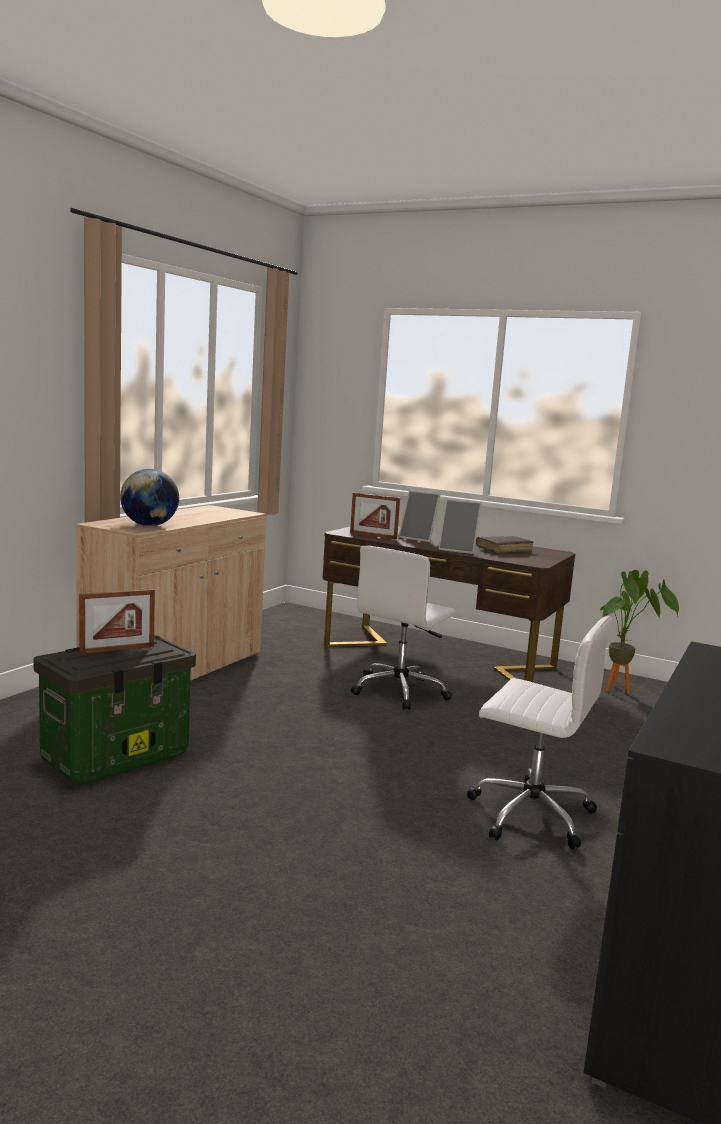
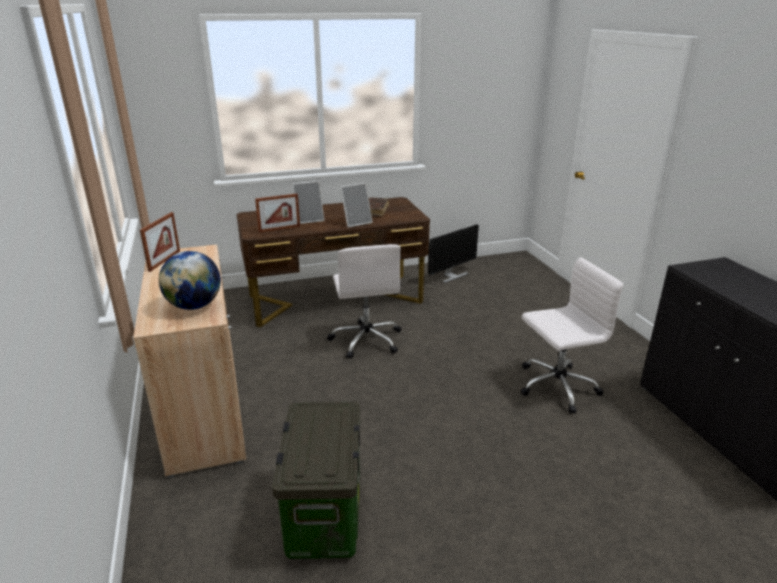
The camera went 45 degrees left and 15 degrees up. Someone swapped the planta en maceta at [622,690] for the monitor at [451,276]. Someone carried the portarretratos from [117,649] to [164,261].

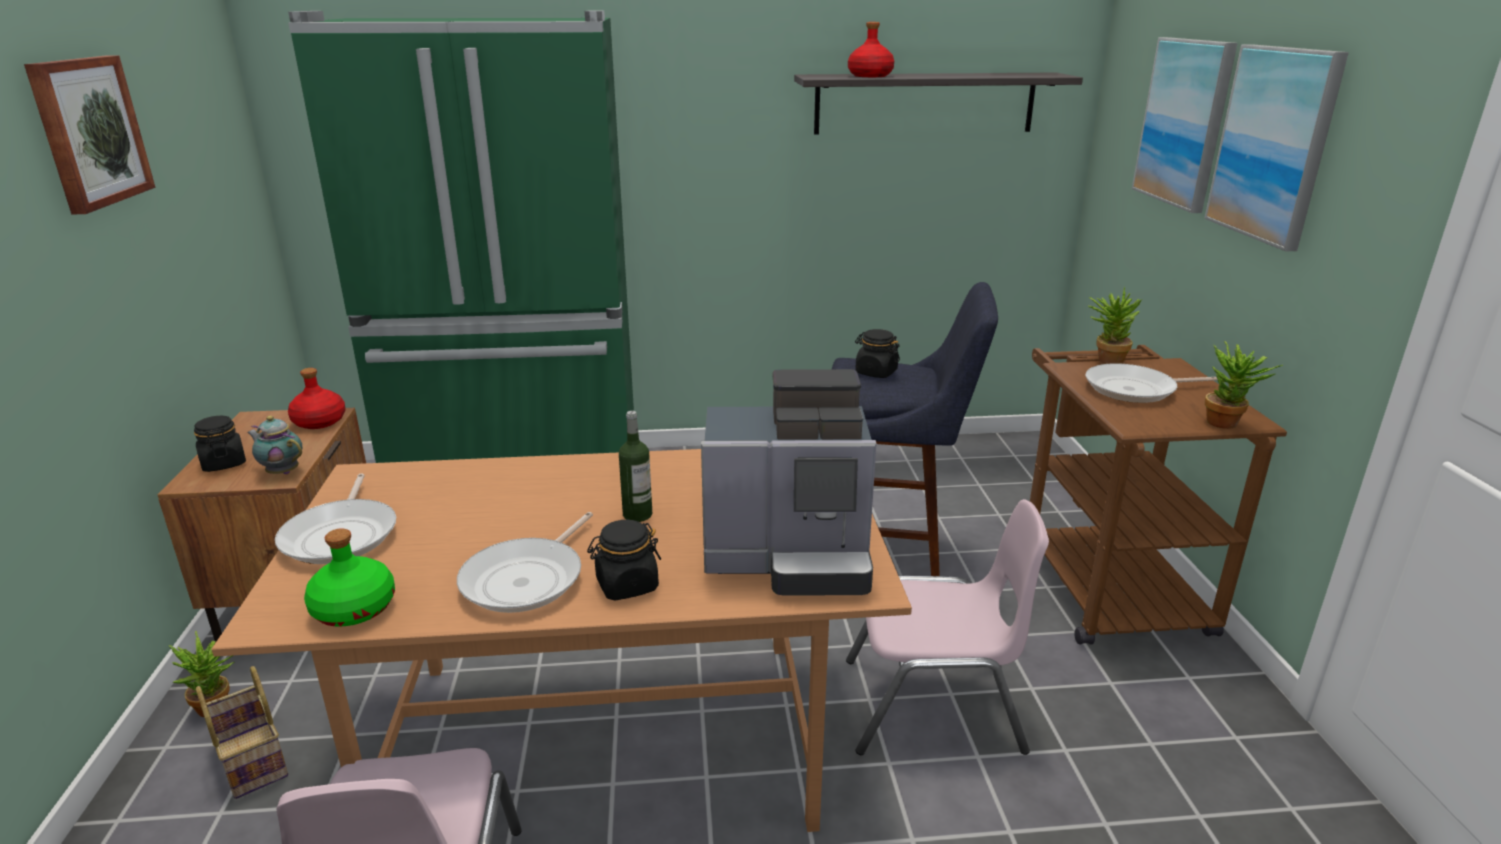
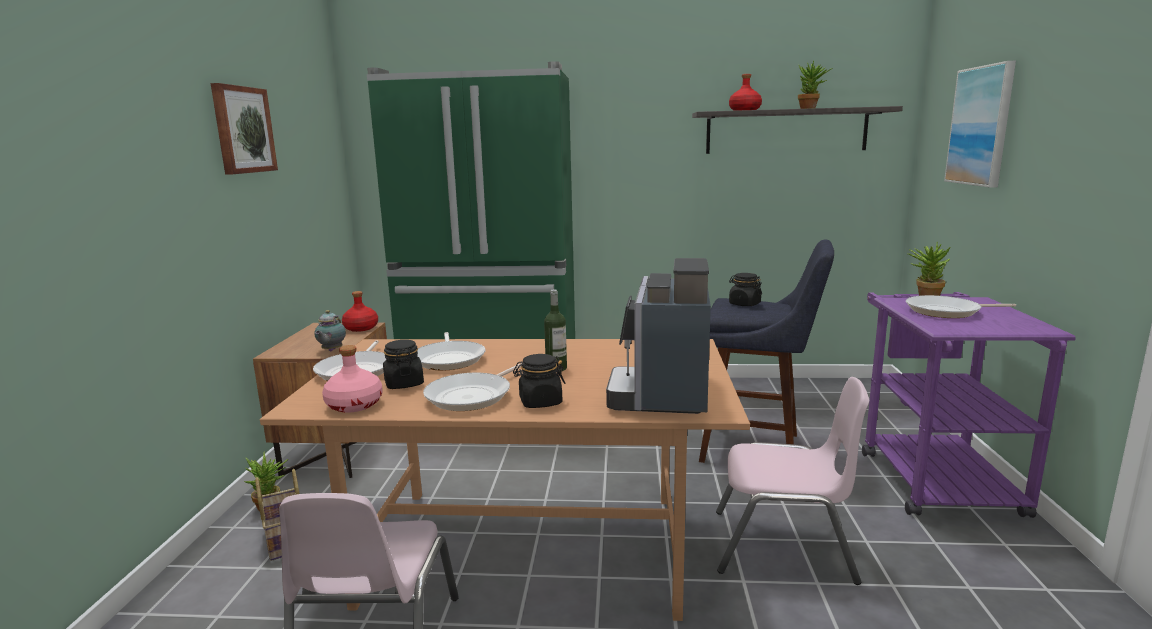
The camera went 10 degrees right and 10 degrees down. Someone took away the cuadro at [1274,144]. Someone carried the planta en maceta from [1228,424] to [811,108]. Someone repainted the carrito/marrón at [1103,582], which became the carrito/morado at [932,475]. Someone rotated the cafetera at [792,559] by 90 degrees clockwise. Someone carried the tarro/negro from [224,463] to [404,383]. Someone rotated the tetera at [282,472] by 120 degrees counterclockwise. Someone repainted the botella/verde at [355,609], which became the botella/rosa at [355,405]. Someone put down the sartén at [449,359].

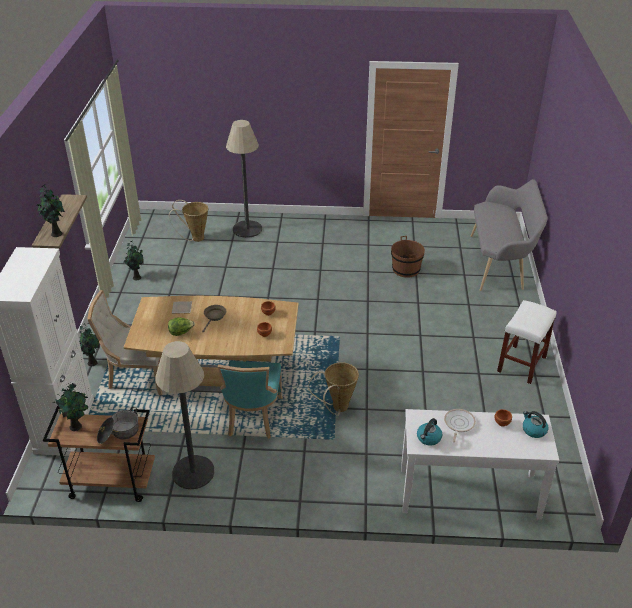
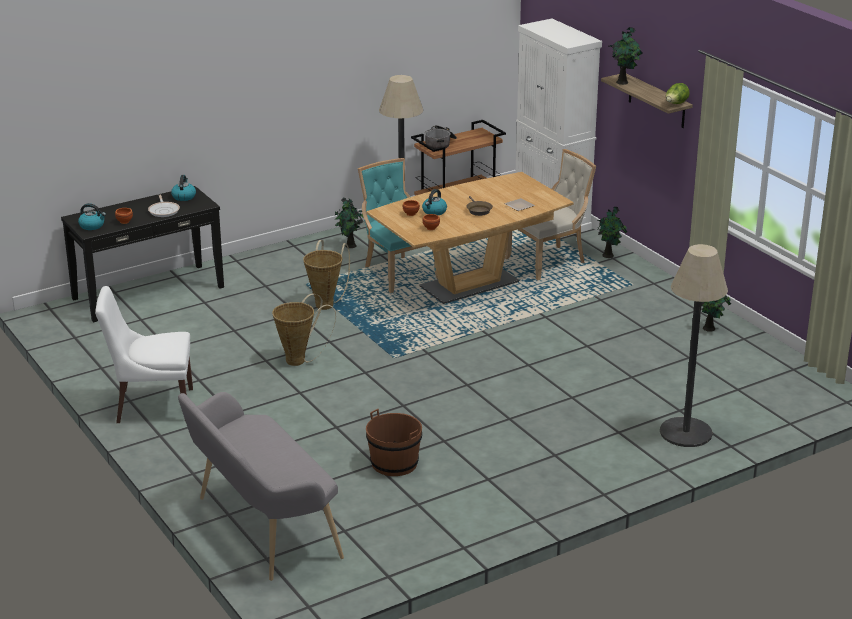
The camera went 145 degrees right and 10 degrees down. Someone carried the cesta from [195,238] to [300,360]. Someone swapped the taburete/blanco at [522,365] for the silla/blanco at [151,405]. Someone carried the lechuga from [181,332] to [676,104]. Someone carried the planta en maceta from [76,426] to [350,246]. Someone repainted the mesa consola/blanco at [469,493], which became the mesa consola/negro at [148,292]. Someone put down the hervidor at [434,212].

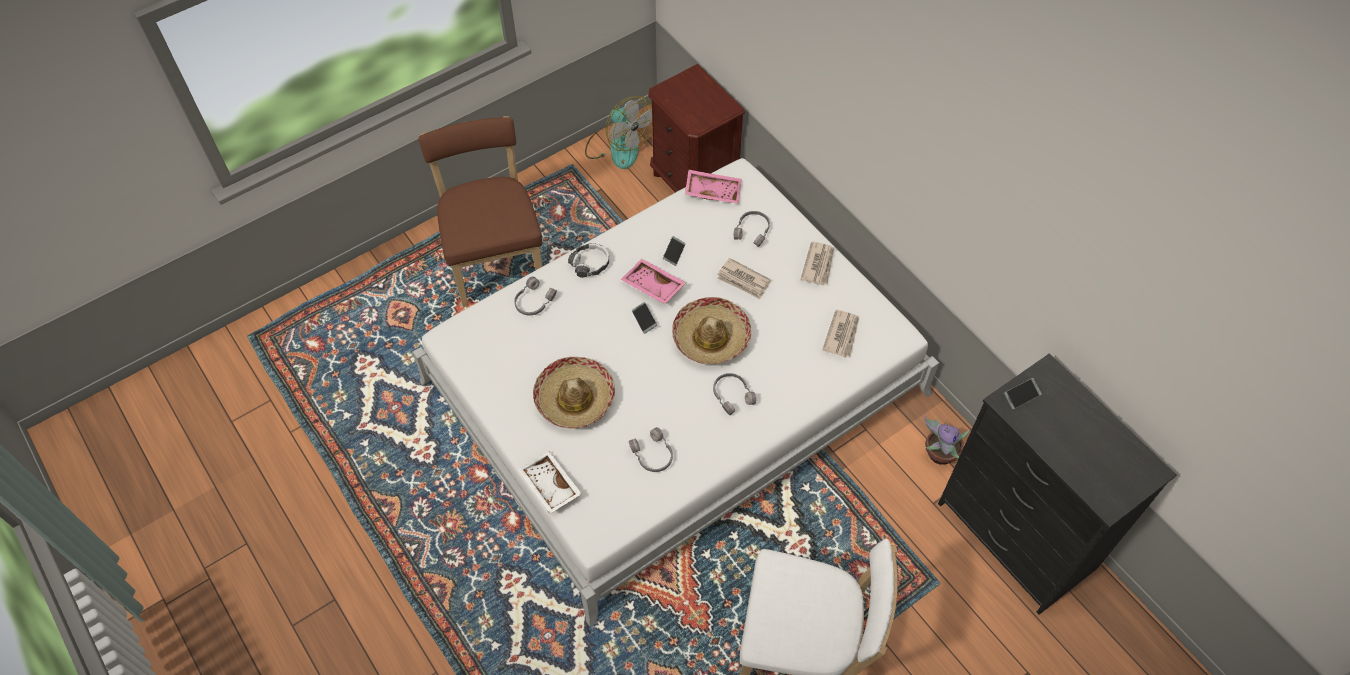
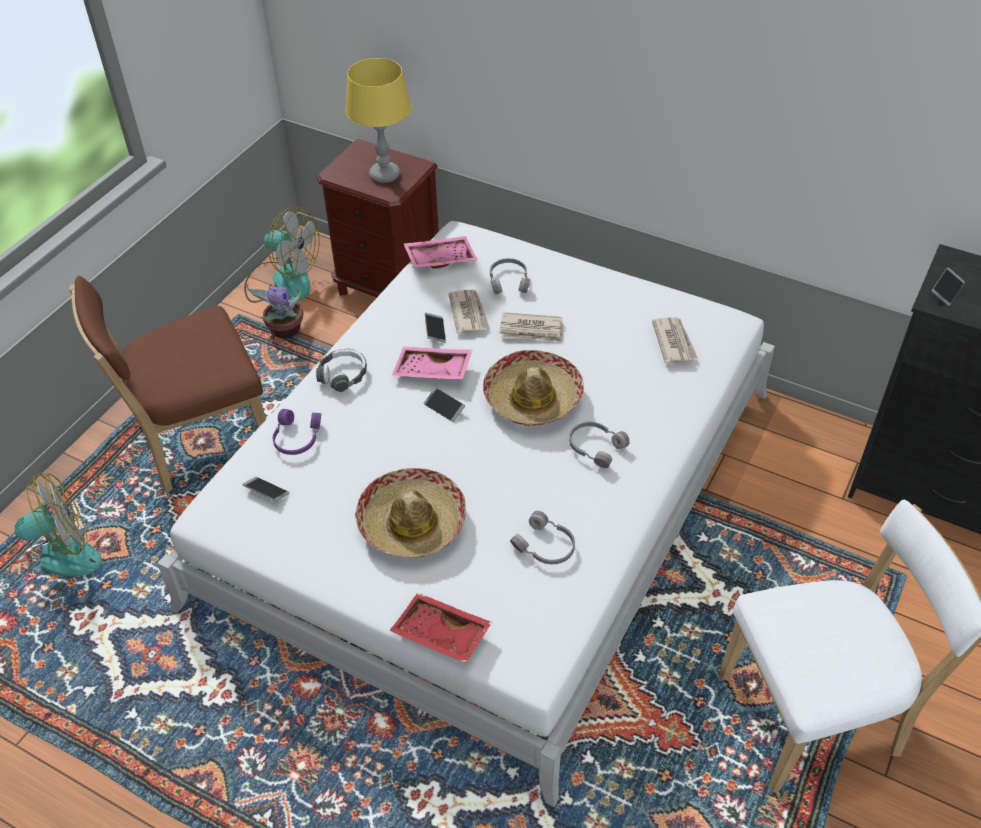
The camera went 25 degrees left and 10 degrees down. Someone rotated the silla/marrón at [495,260] by 75 degrees counterclockwise. Someone carried the periódico from [818,265] to [469,313]. Someone repainted the auriculares/gris at [533,301], which became the auriculares/morado at [296,438]. Someone carried the planta en maceta from [939,454] to [284,331]. Someone repainted the bandeja/blanco at [549,486], which became the bandeja/rojo at [440,635]. Someone put down the lámpara de mesa/amarillo at [384,175]. Someone put down the ventilador at [55,564]. Someone put down the móvil at [266,491].

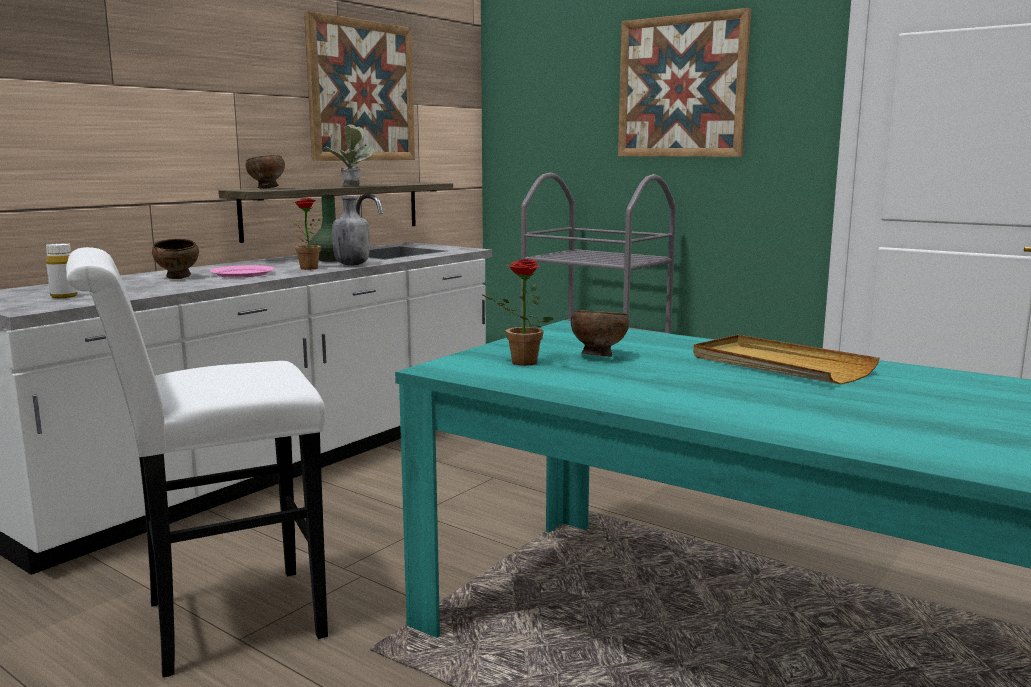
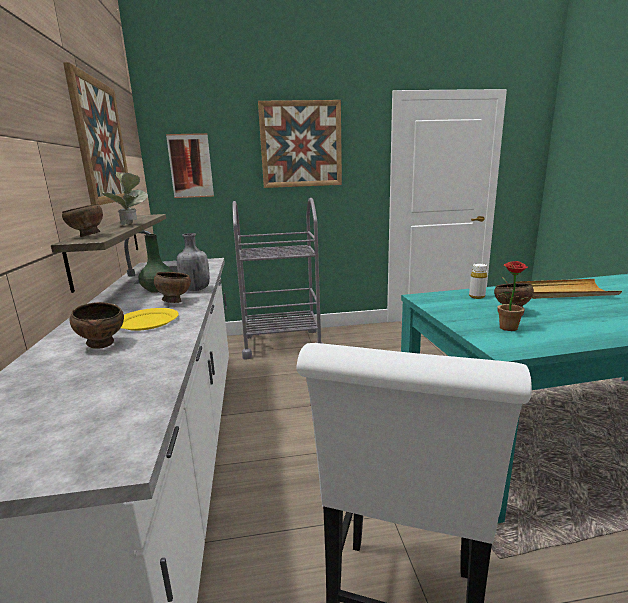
The camera went 45 degrees left and 5 degrees up. Someone swapped the planta en maceta at [306,268] for the cuenco/marrón at [175,301]. Someone carried the botella/blanco from [64,296] to [476,296]. Someone repainted the plato/rosa at [243,274], which became the plato/amarillo at [148,322]. Someone put up the cuadro at [190,166].

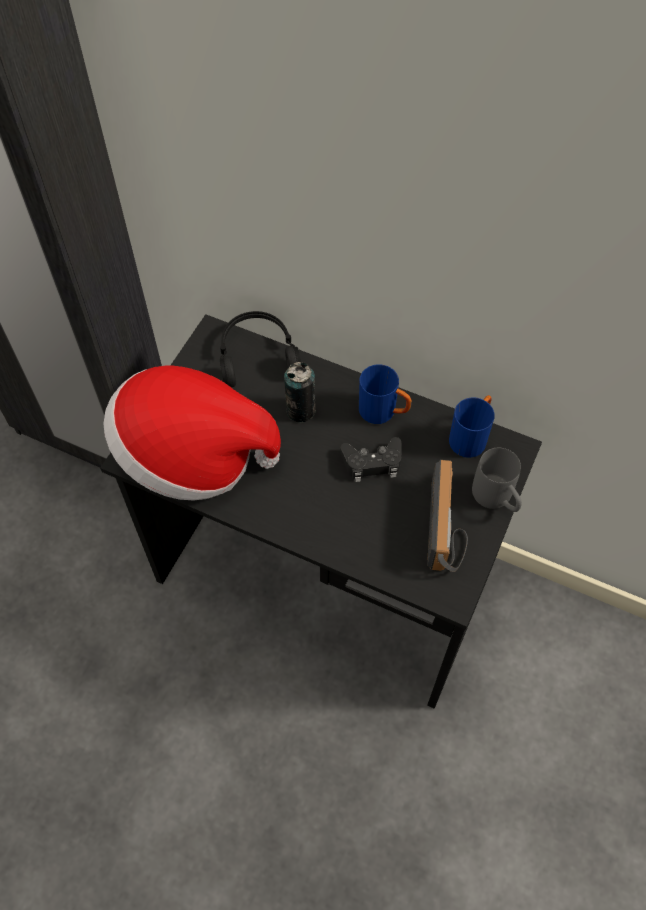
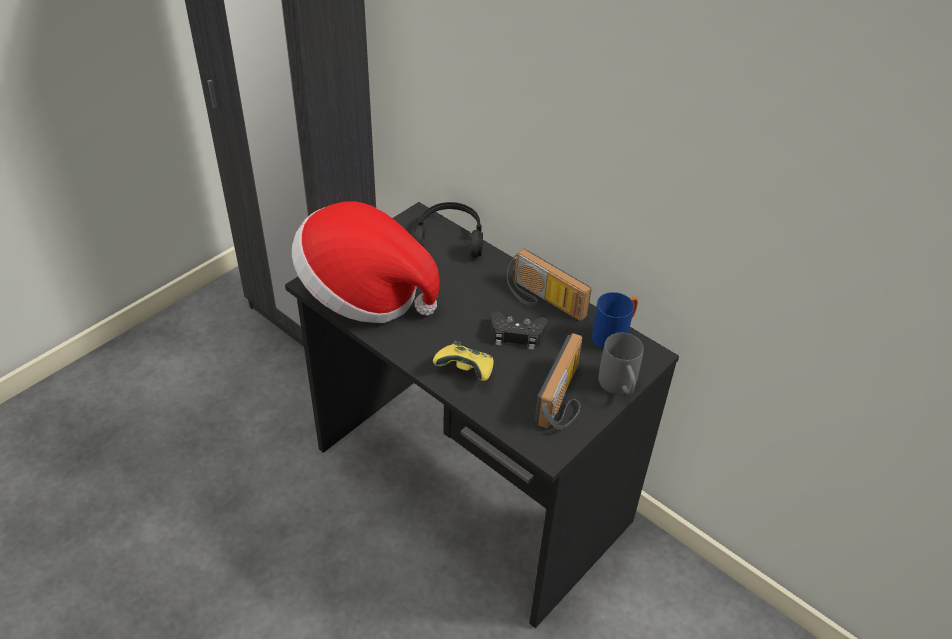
The camera went 15 degrees right and 15 degrees down. Someone took away the lata at [300,410]. Someone swapped the taza grande/azul at [384,412] for the radio at [542,301]. Someone put down the mando de consola/amarillo at [466,371].

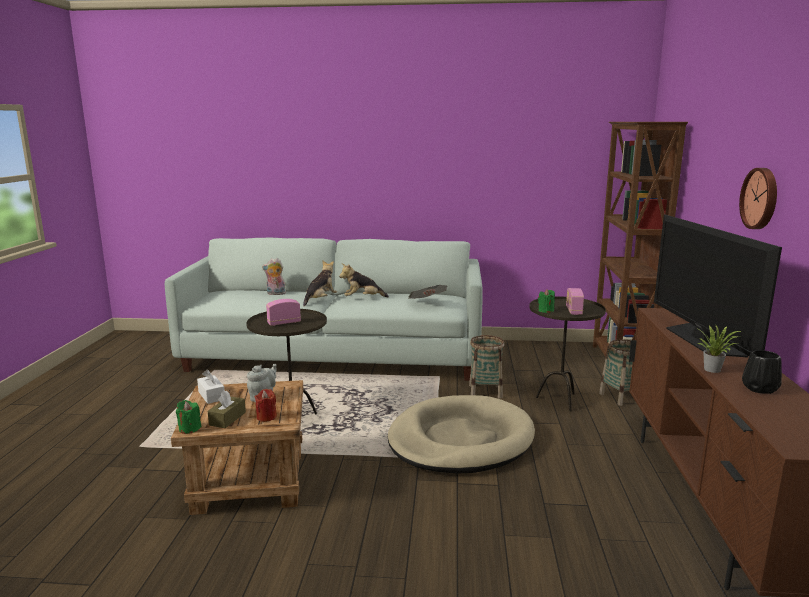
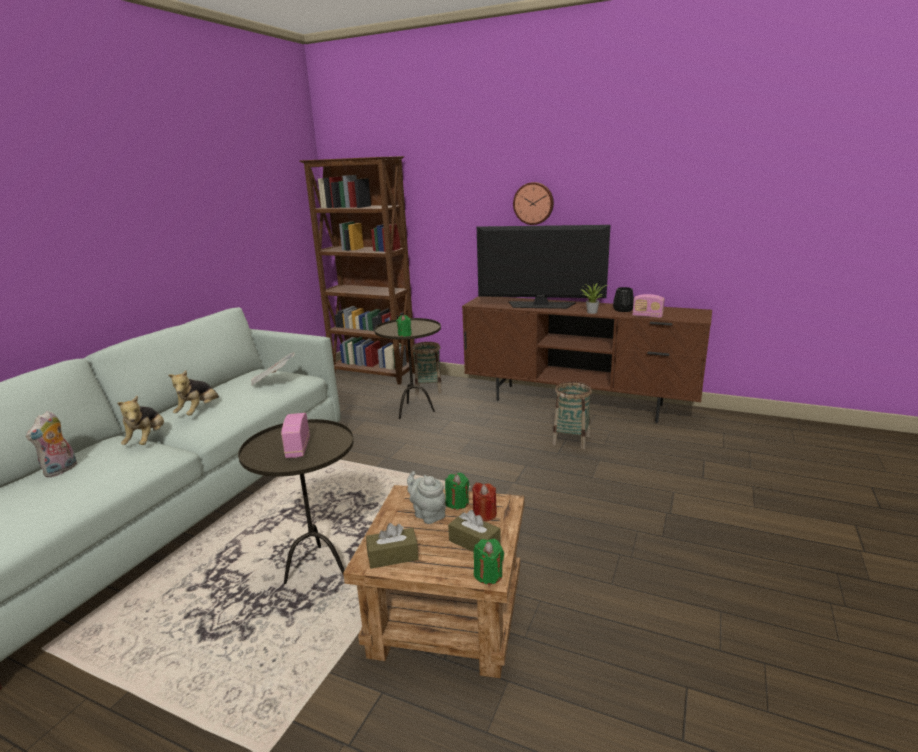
The camera went 70 degrees left and 5 degrees up. Someone rotated the peluche at [320,300] by 150 degrees counterclockwise. Someone carried the radio from [573,311] to [647,316]. Someone carried the cesta from [485,391] to [571,440]. Someone repainted the caja de pañuelos/blanco at [211,395], which became the caja de pañuelos/marrón at [393,556]. Someone took away the cama para perro/beis at [460,440]. Someone put down the vela/verde at [457,503].

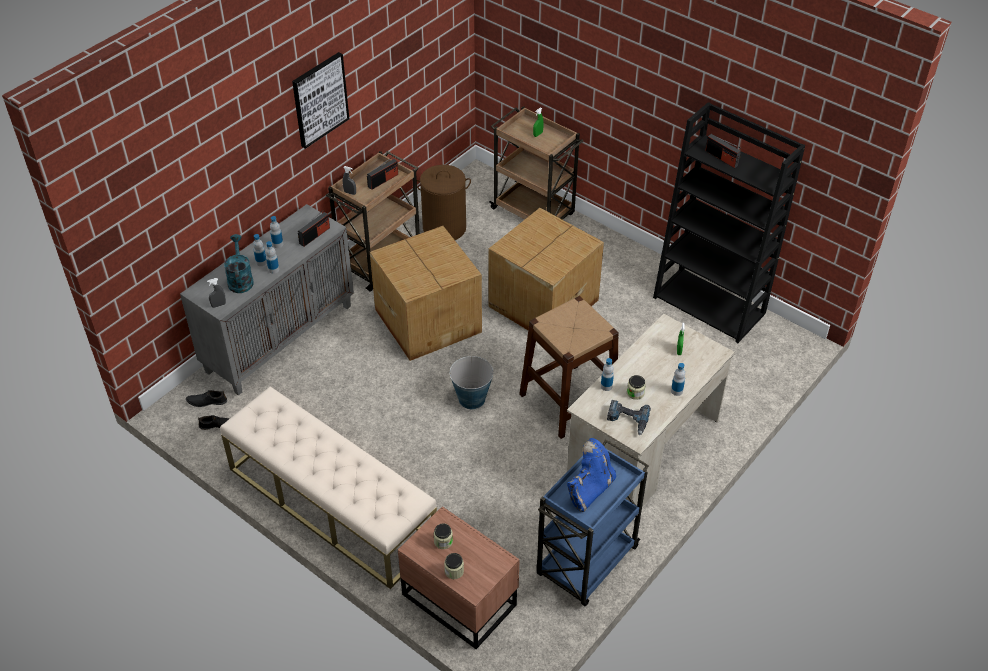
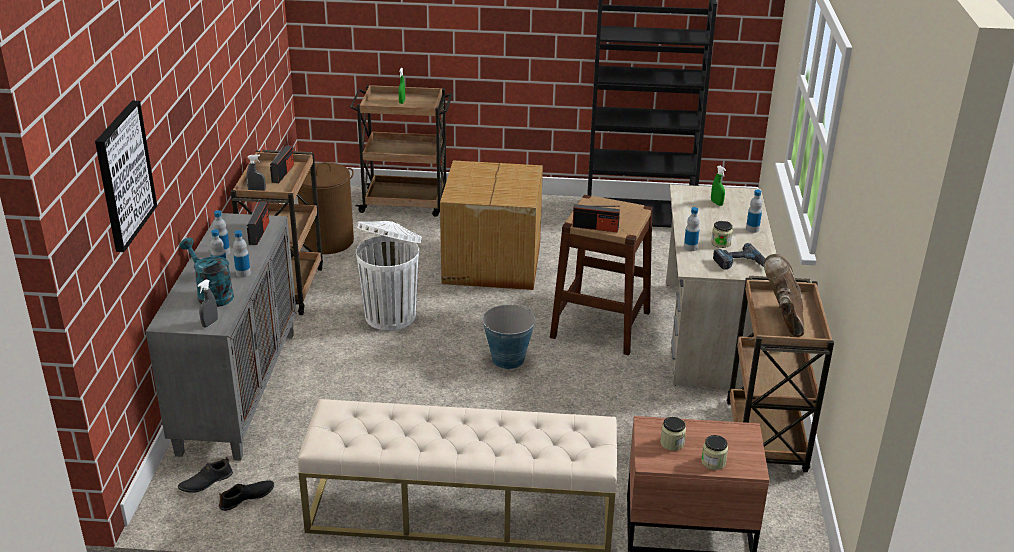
The camera went 35 degrees left and 15 degrees down. Someone carried the cuadro from [319,99] to [124,175]. Someone carried the radio from [722,158] to [595,227]. Someone swapped the caja de cartón at [428,319] for the papelera/blanco at [391,315]. Someone repainted the bota/azul at [589,489], which became the bota/marrón at [783,318]. Someone repainted the carrito/azul at [586,563], which became the carrito/marrón at [766,438].

